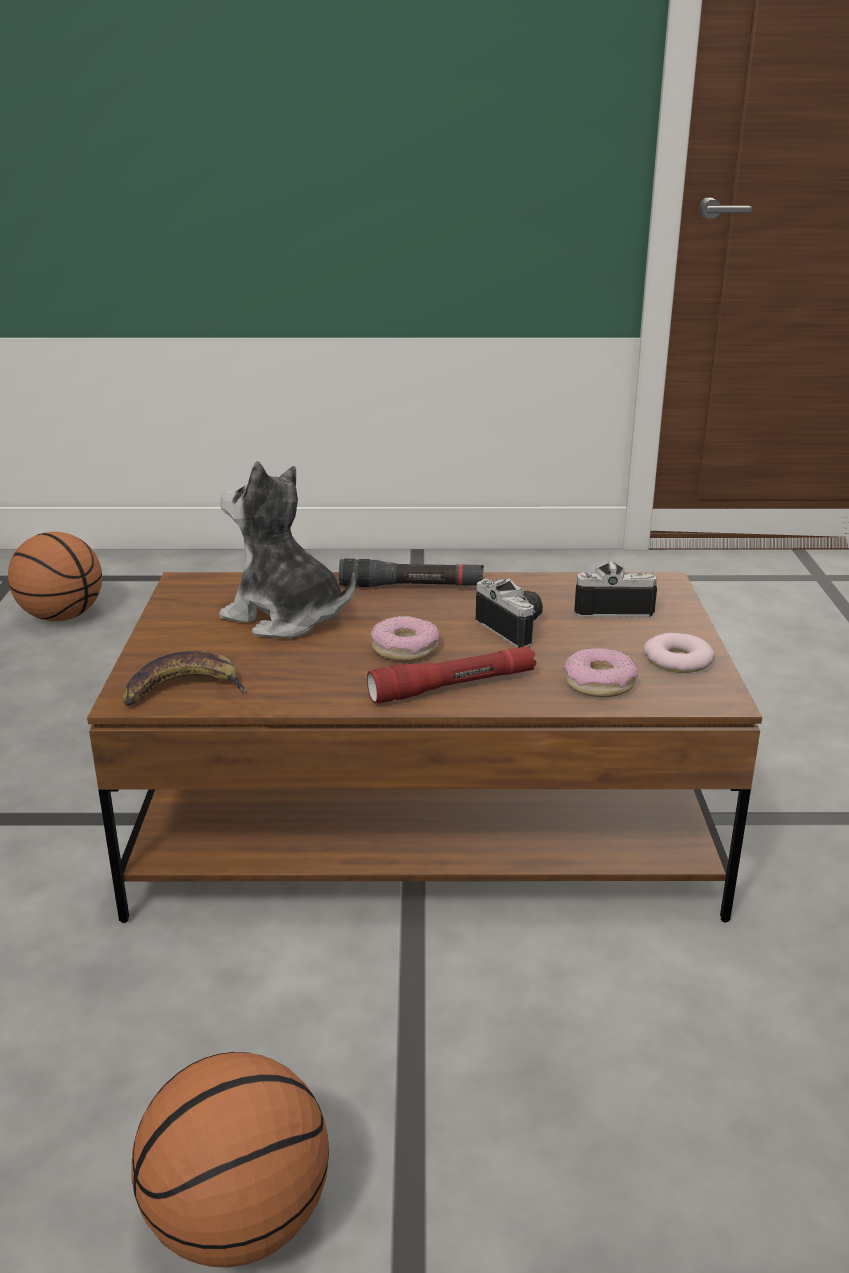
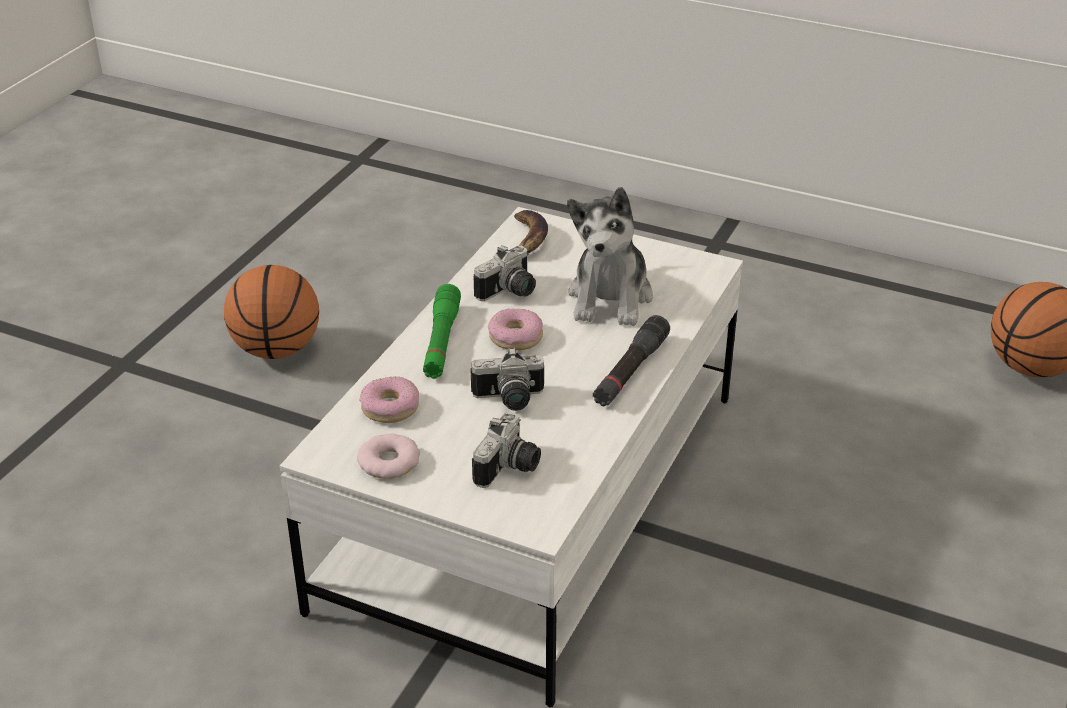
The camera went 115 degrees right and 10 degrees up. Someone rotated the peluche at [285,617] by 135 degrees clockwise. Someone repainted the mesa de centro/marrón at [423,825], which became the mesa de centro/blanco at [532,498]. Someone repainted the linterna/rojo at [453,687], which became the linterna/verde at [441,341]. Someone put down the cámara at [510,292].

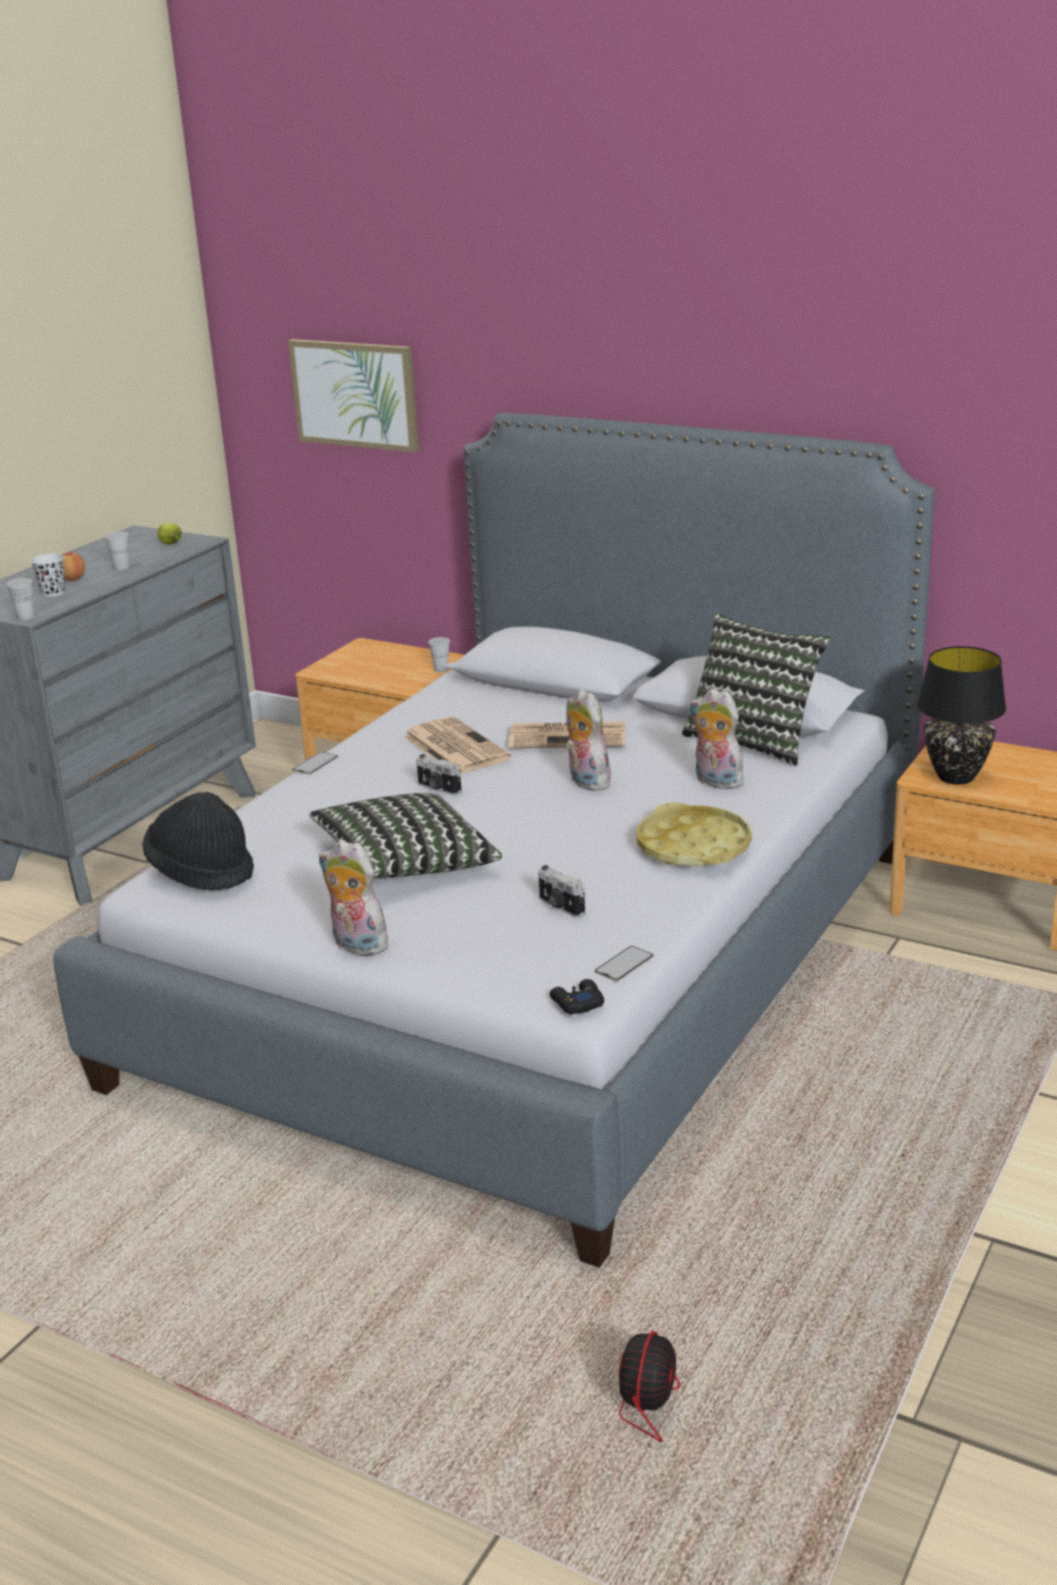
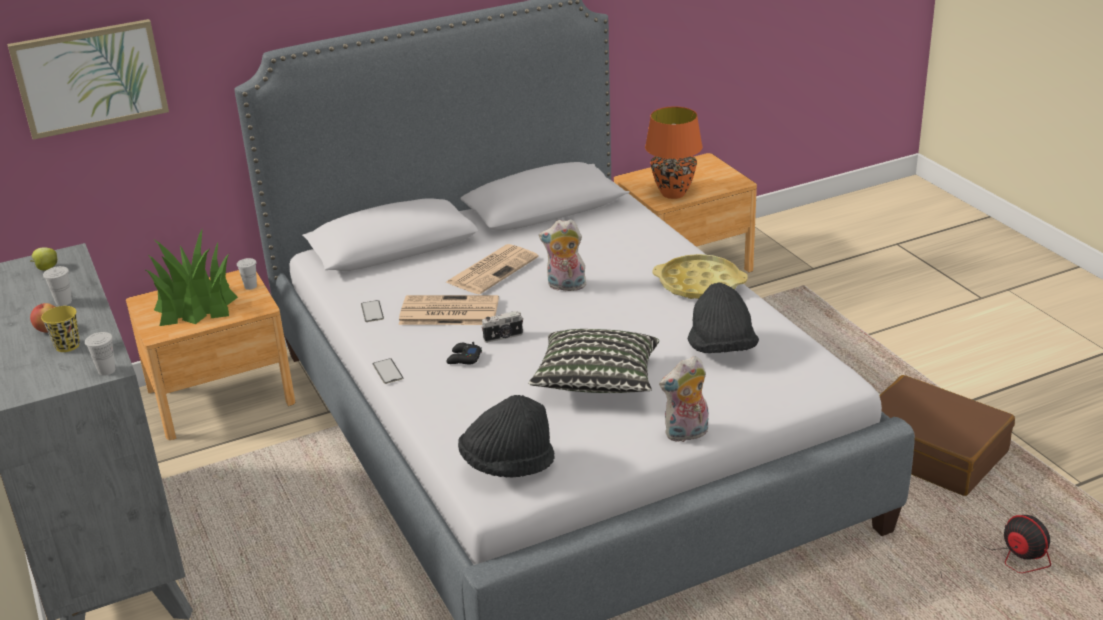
The camera went 55 degrees left and 5 degrees up. Someone repainted the taza/blanco at [53,593], which became the taza/amarillo at [67,346]. Someone took away the cojín at [754,740]. Someone repainted the lámpara de mesa/negro at [955,777], which became the lámpara de mesa/naranja at [672,194]. Someone took away the peluche at [715,782]. Someone swapped the cámara at [560,907] for the sombrero/negro at [721,349]. Someone carried the móvil from [624,964] to [372,311]. Someone carried the mando de consola/negro from [577,1003] to [463,358]. Someone put down the planta en maceta at [195,304]. Someone put down the maleta/marrón at [931,451].

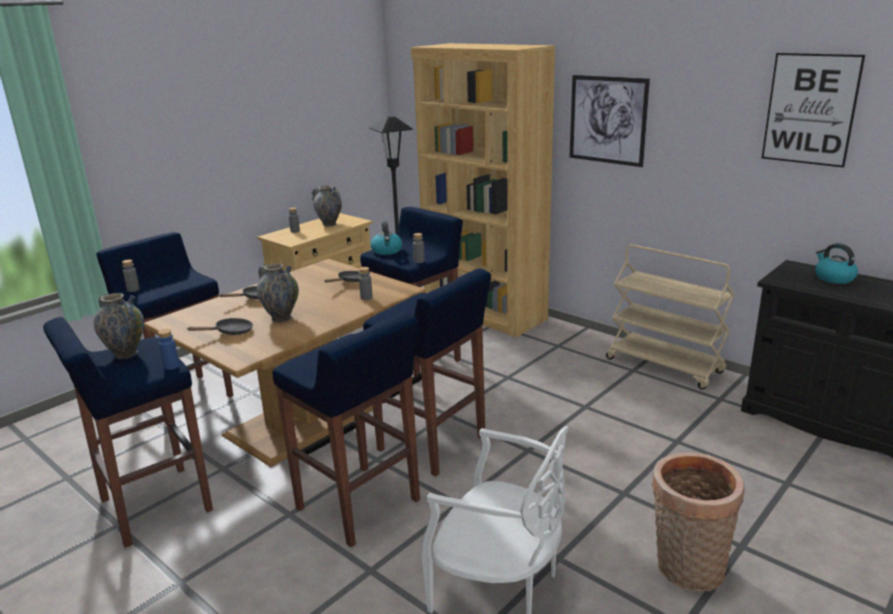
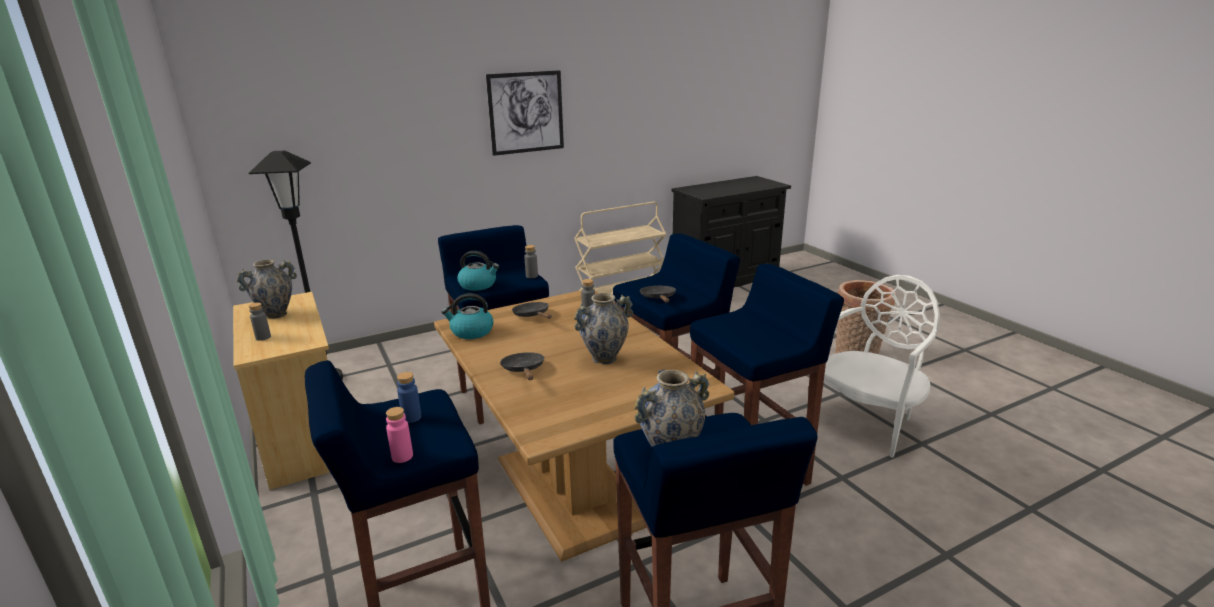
The camera went 70 degrees left and 0 degrees up. Someone took away the estantería/marrón at [484,313]. Someone took away the cuadro at [810,109]. Someone carried the hervidor from [833,278] to [471,332]. Someone repainted the botella/gris at [133,289], which became the botella/rosa at [402,456]. Someone carried the sartén/negro from [230,332] to [658,298]. Someone carried the botella/azul from [171,366] to [411,417].

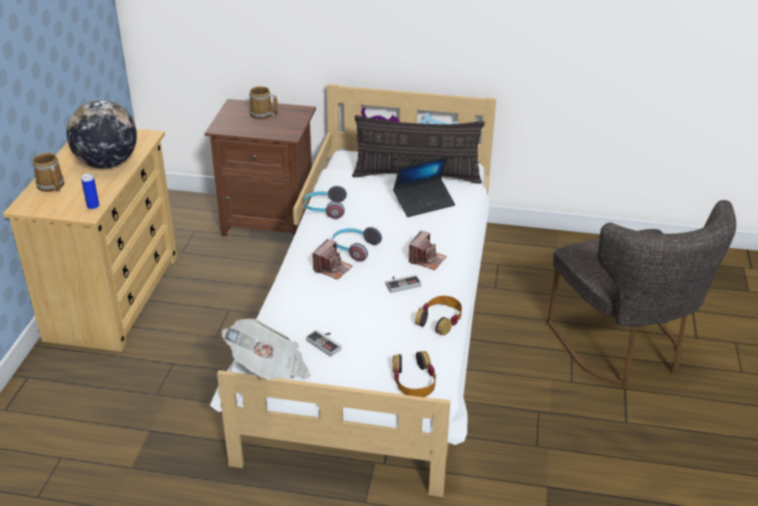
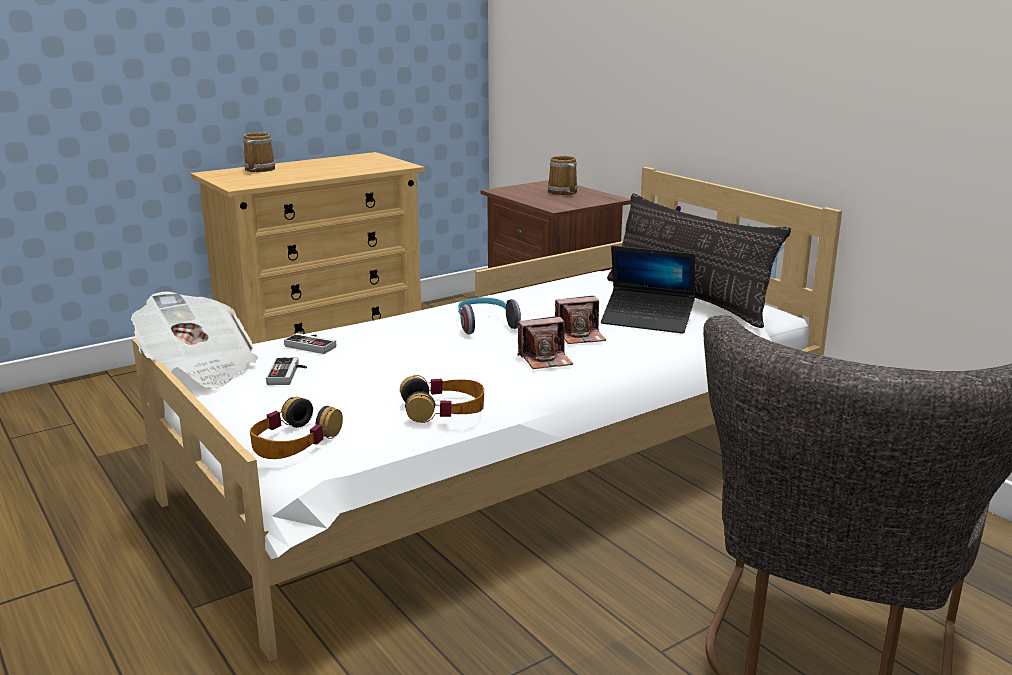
The camera went 45 degrees right and 15 degrees down. Someone took away the globo terráqueo at [107,164]. Someone took away the lata at [93,206]. Someone took away the auriculares at [324,209]. Someone carried the cámara from [332,268] to [580,336]. Someone carried the mando de consola from [401,283] to [313,345].

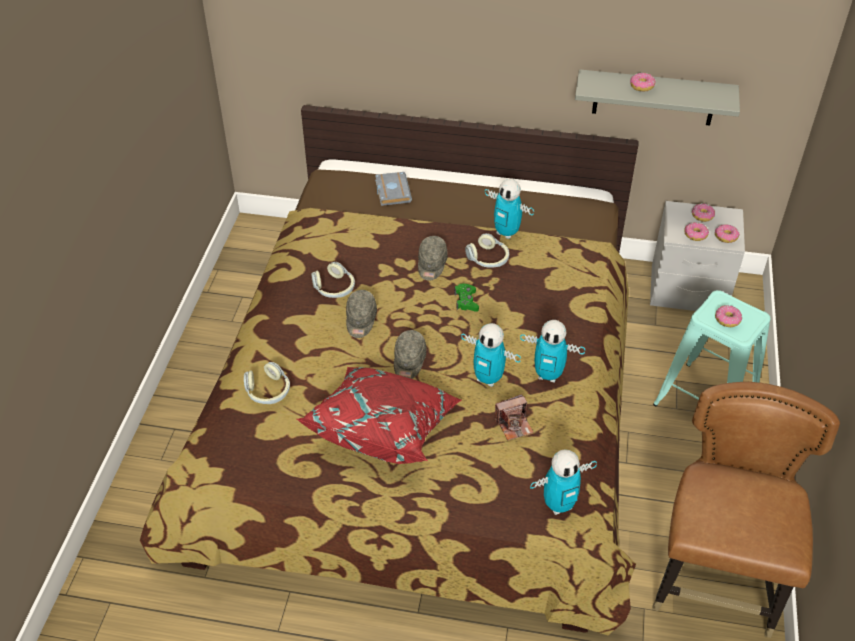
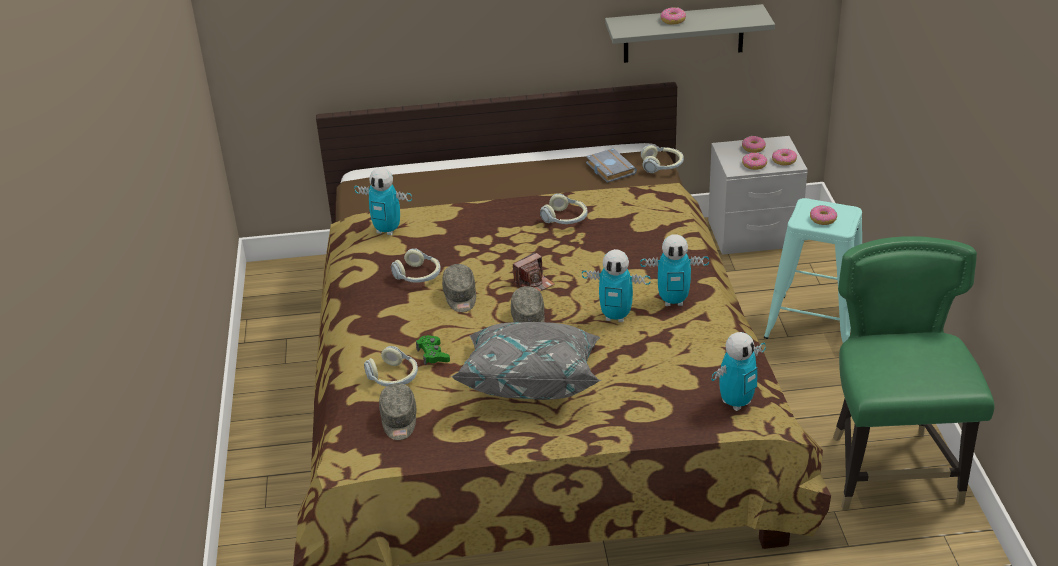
The camera went 15 degrees left and 10 degrees down. Someone carried the libro/gris from [391,191] to [609,169]. Someone carried the robot de juguete from [506,233] to [387,230]. Someone carried the gorra/gris from [431,265] to [399,420]. Someone carried the mando de consola/verde from [466,301] to [433,354]. Someone repainted the cojín/rojo at [384,428], which became the cojín/gris at [531,380]. Someone repainted the silla/marrón at [715,581], which became the silla/verde at [891,471]. Someone carried the cámara from [514,425] to [534,283]. Someone put down the auriculares at [662,166].

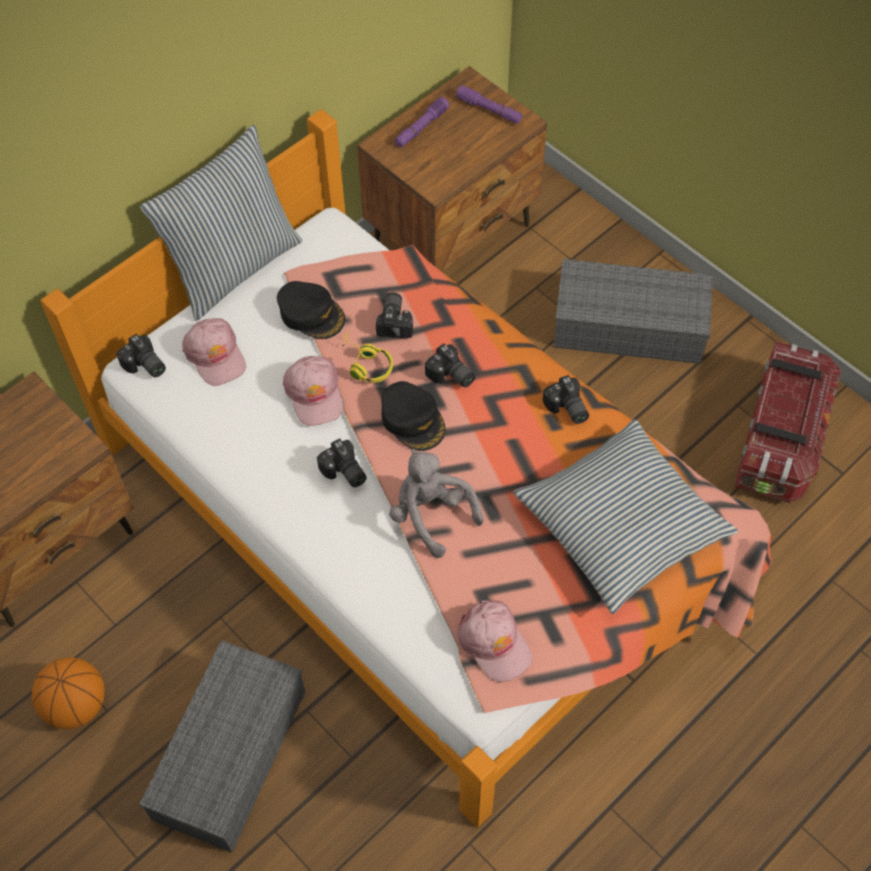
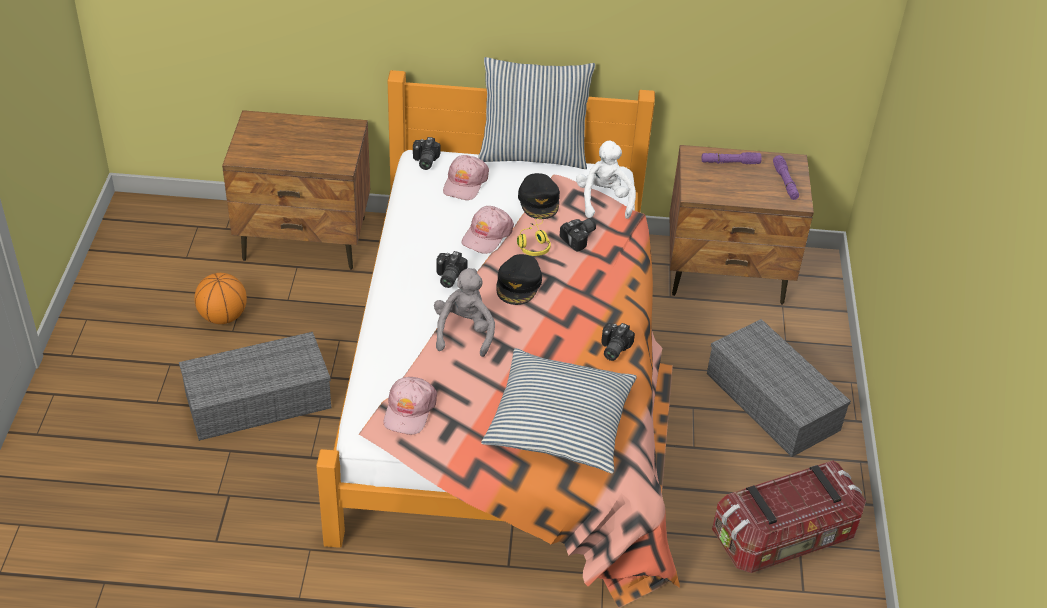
The camera went 45 degrees right and 15 degrees down. Someone took away the cámara at [450,376]. Someone put down the peluche/blanco at [604,200].

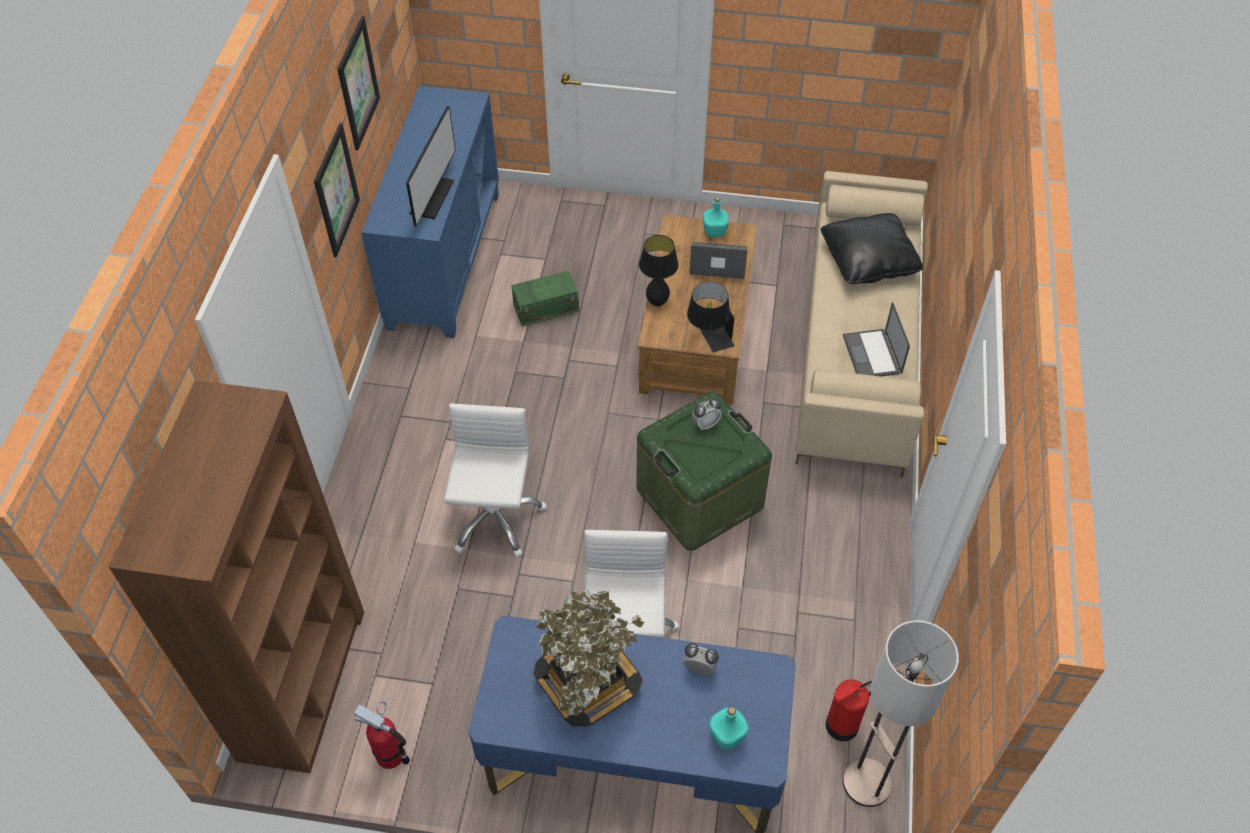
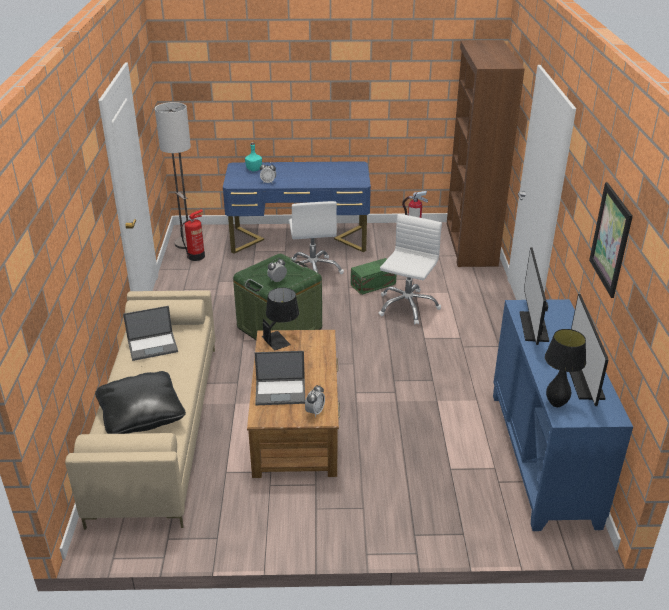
The camera went 170 degrees right and 20 degrees down. Someone took away the cuadro at [336,190]. Someone took away the botella/turquesa at [714,232]. Someone carried the lámpara de mesa/negro from [657,302] to [556,404]. Someone carried the caja de almacenaje/verde from [545,308] to [374,285]. Someone rotated the portátil at [873,355] by 90 degrees clockwise. Someone rotated the silla de oficina/blanco at [494,517] by 150 degrees counterclockwise. Someone took away the planta en maceta at [588,682]. Someone put down the monitor at [585,382]. Someone put down the despertador at [315,412].

